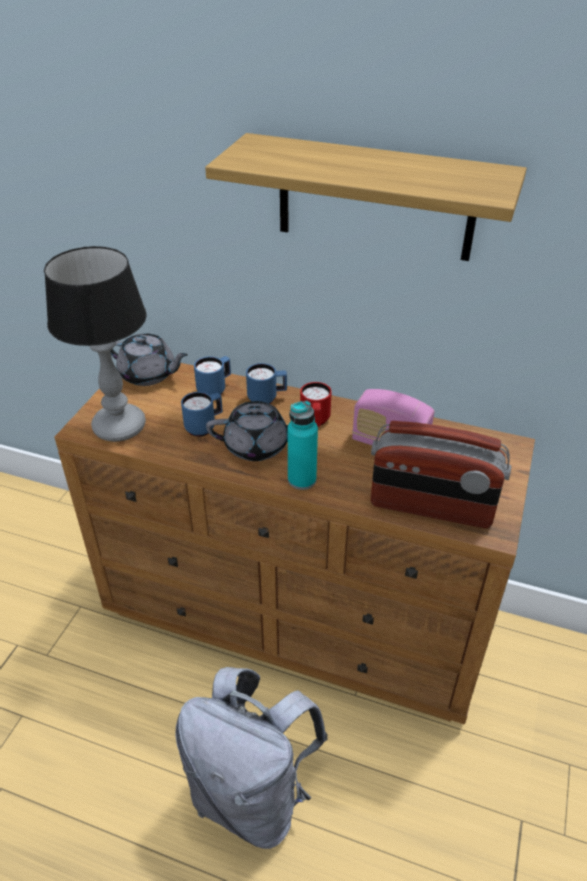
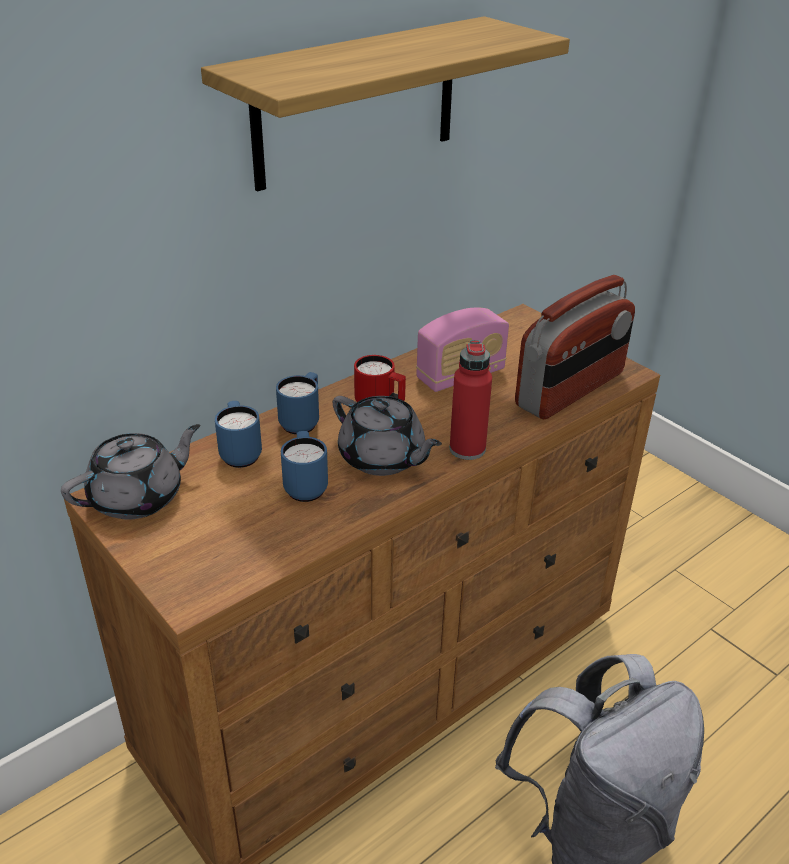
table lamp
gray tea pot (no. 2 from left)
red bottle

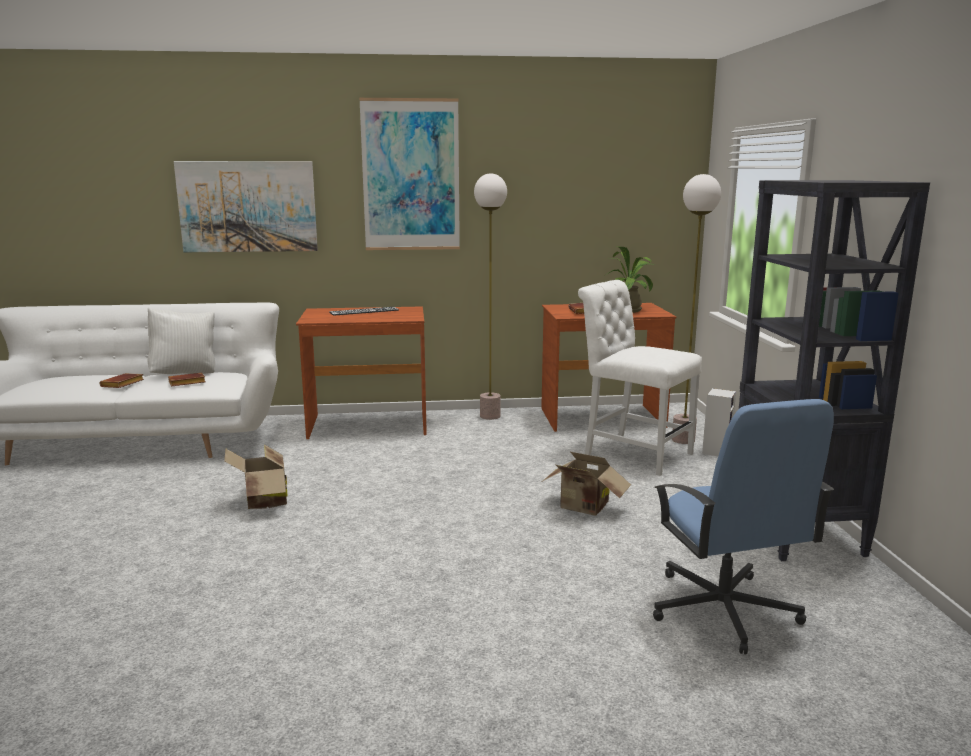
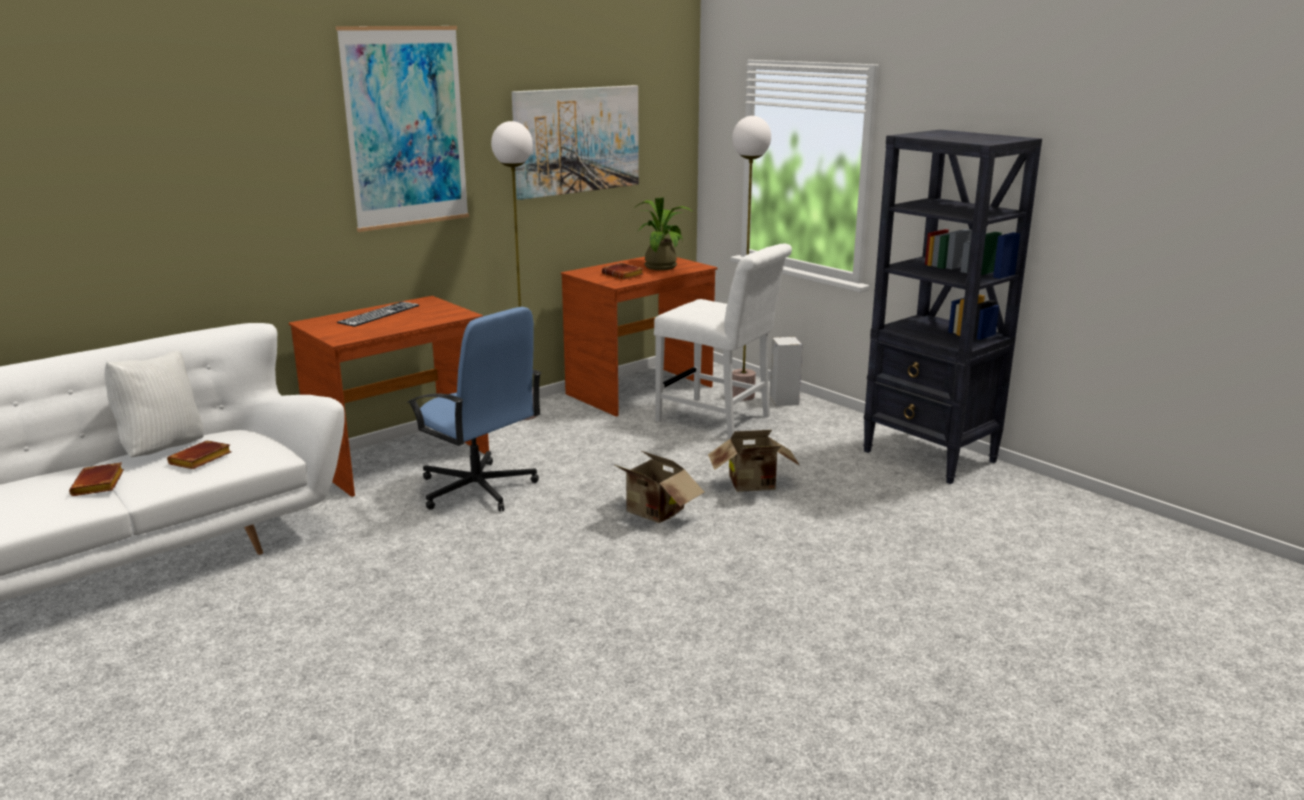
wall picture (no. 2 from left)
white plain chair
blue computer chair
cardboard box (no. 1 from left)

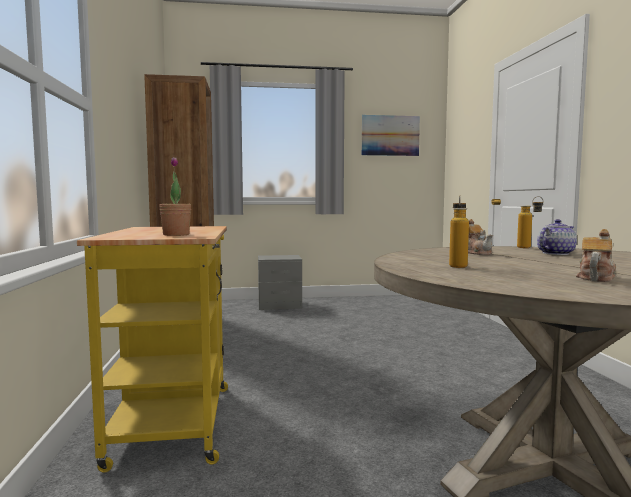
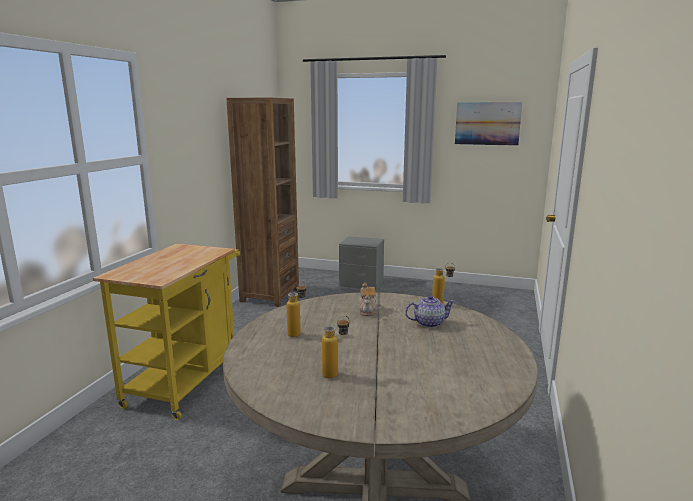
potted plant
bottle (no. 2 from left)

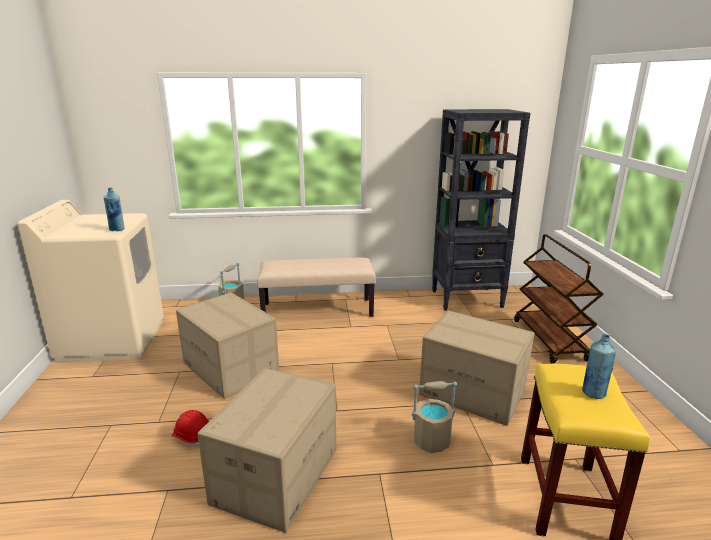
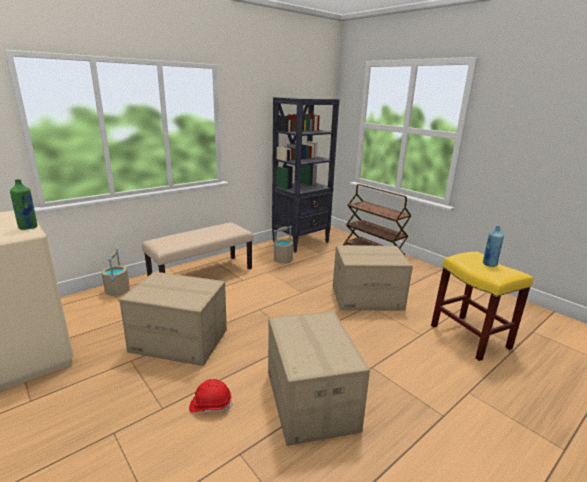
green bottle
sand-coloured pail (no. 2 from left)

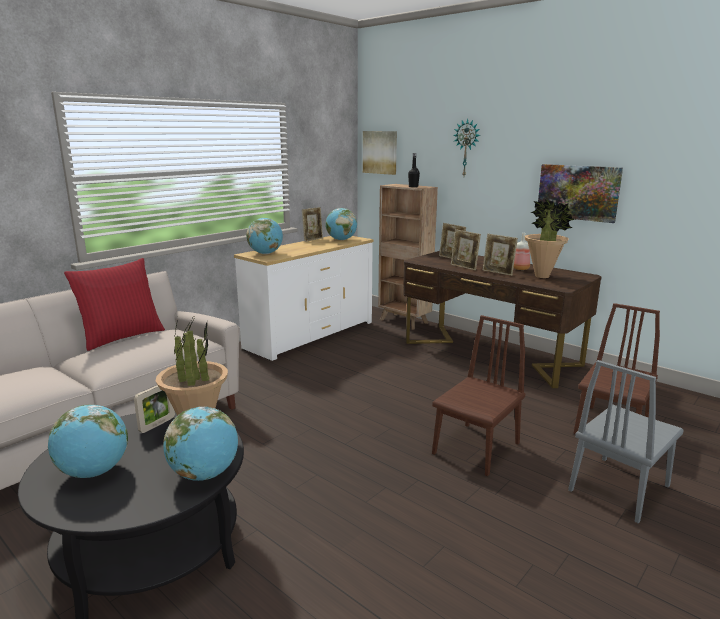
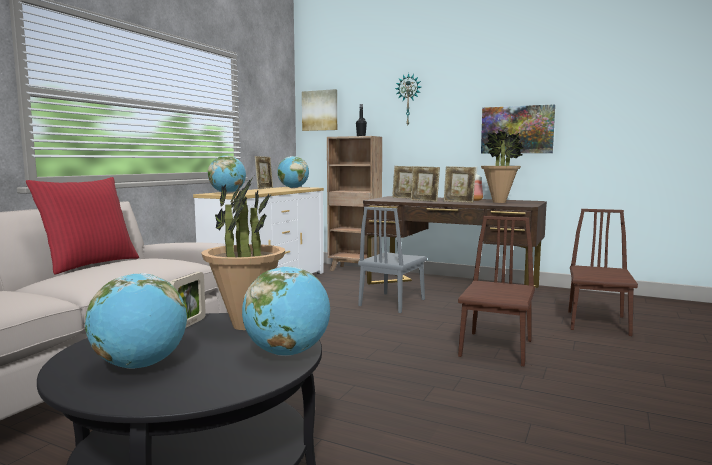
gray plain chair

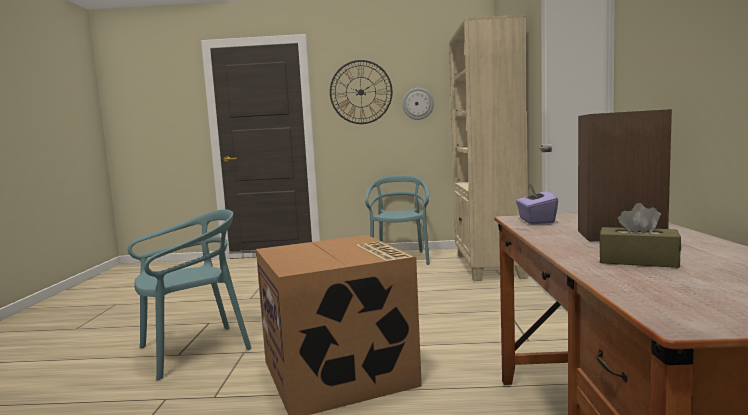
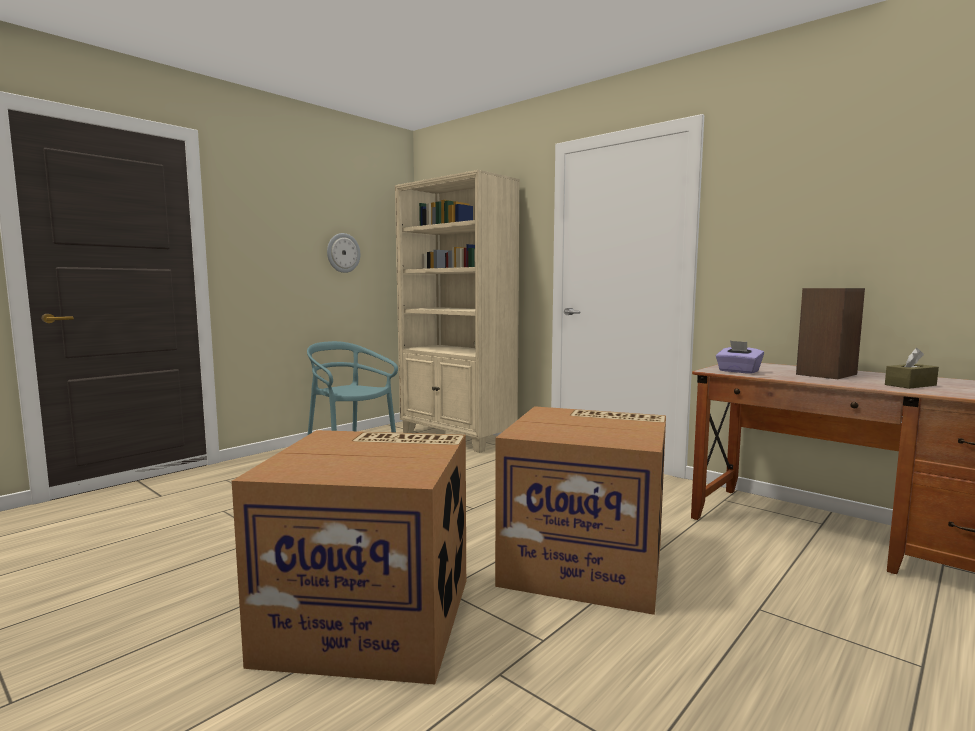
wall clock (no. 1 from left in the first image)
cardboard box (no. 1 from left)

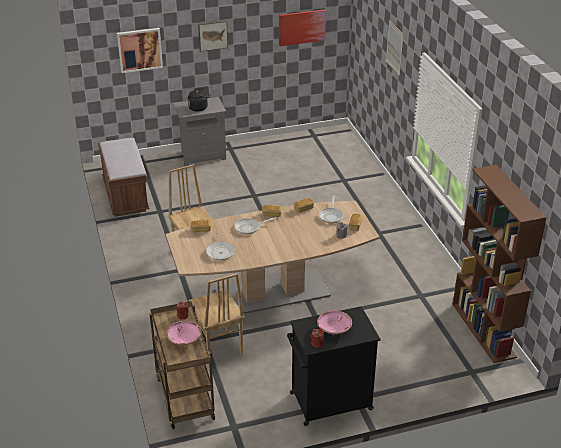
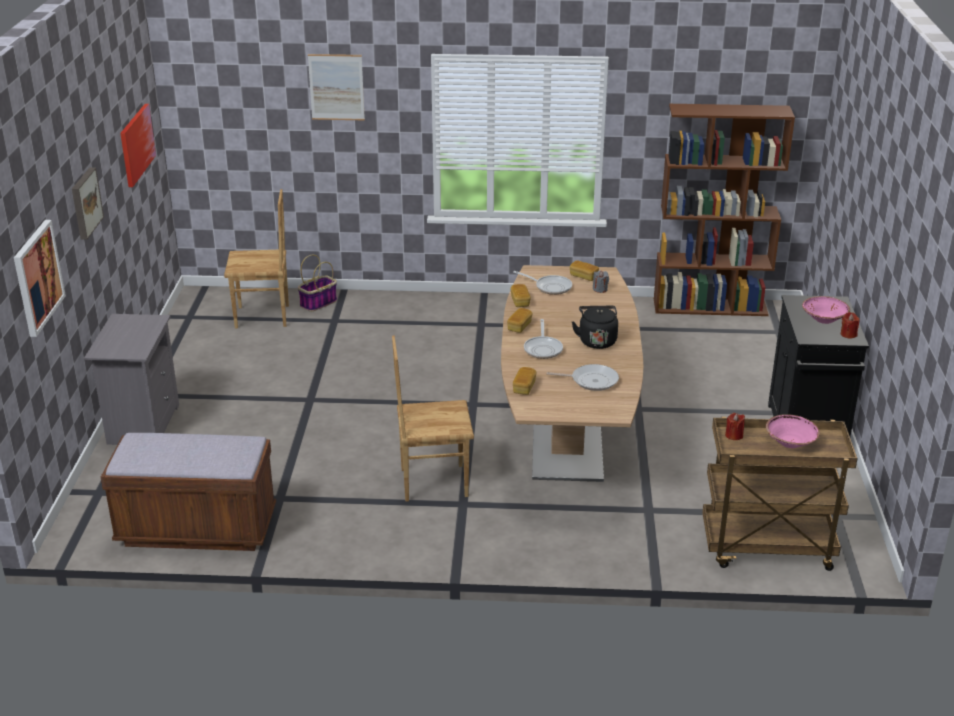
black-coloured water kettle
brownish plain chair (no. 1 from left)
storage basket

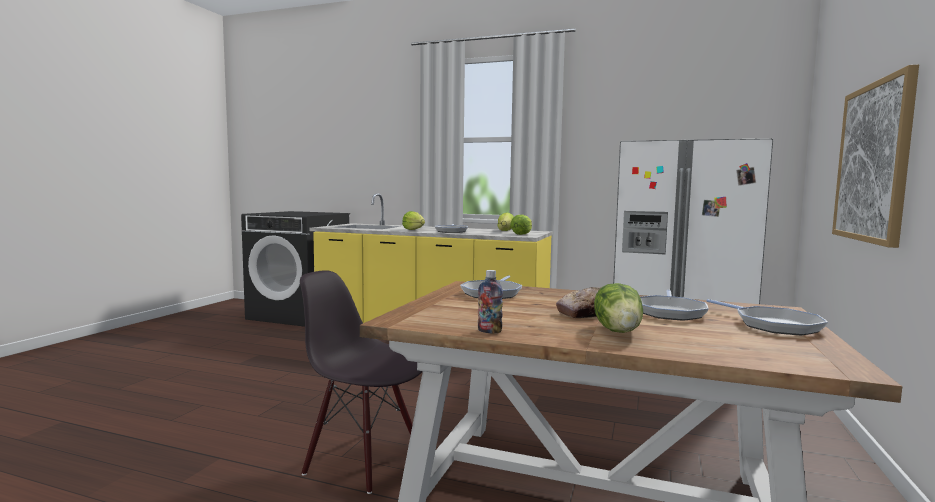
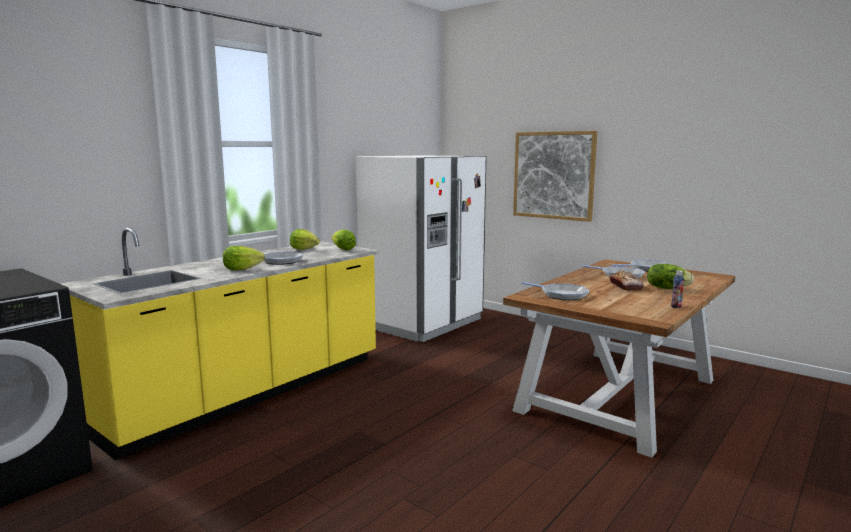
black-coloured plain chair

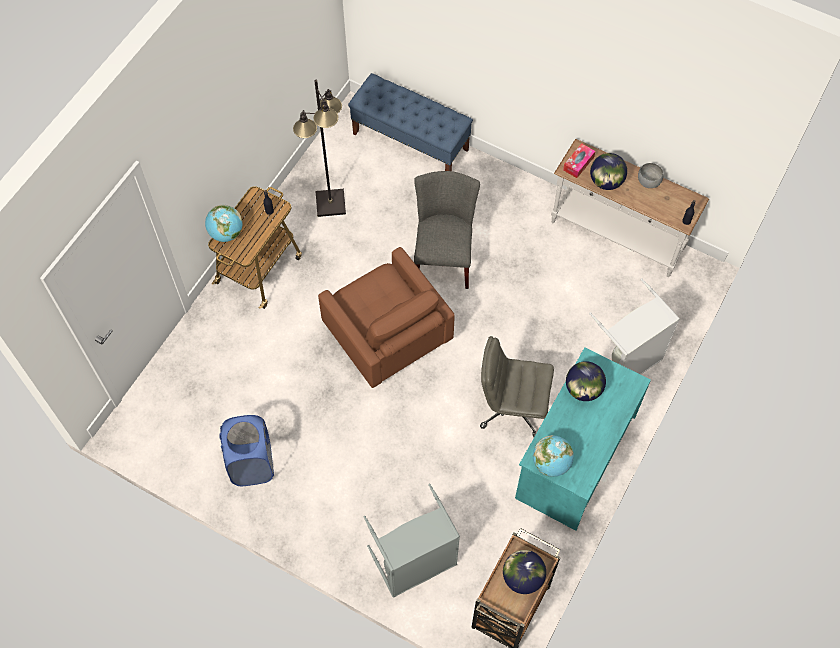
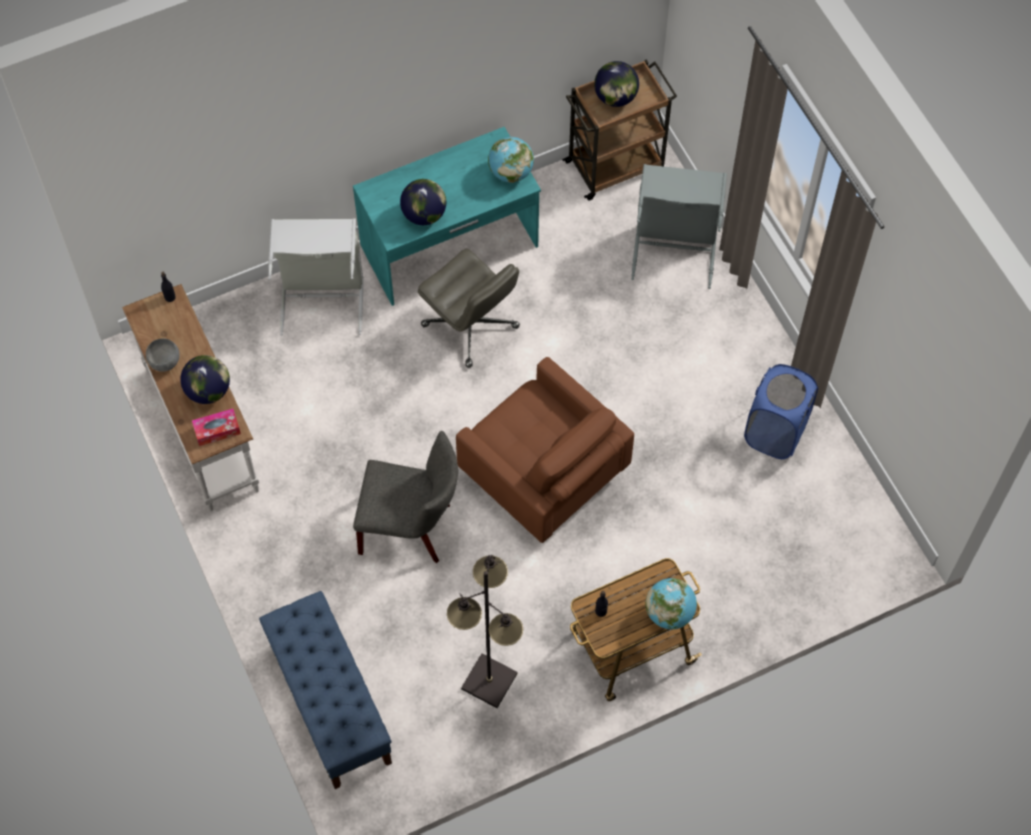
gray plain chair
brownish easy chair

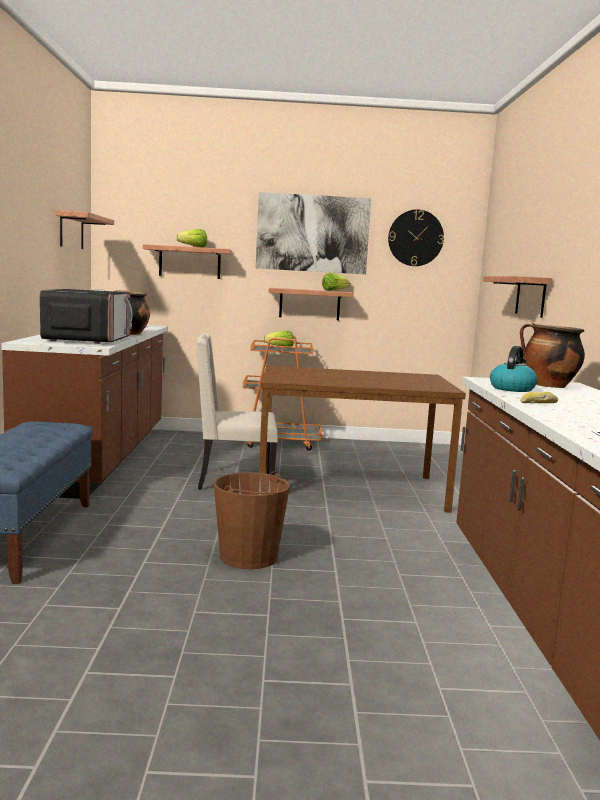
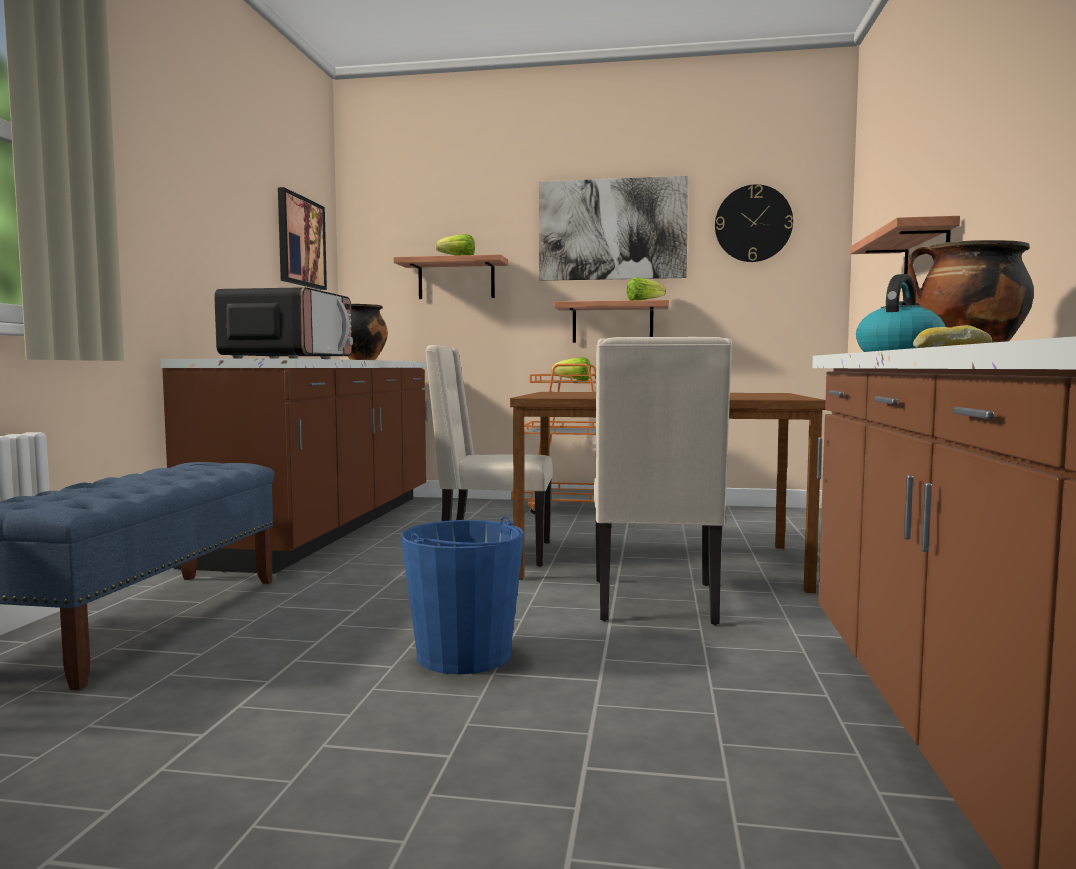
wall picture (no. 1 from left)
blue pail
sand-coloured plain chair (no. 2 from left)

